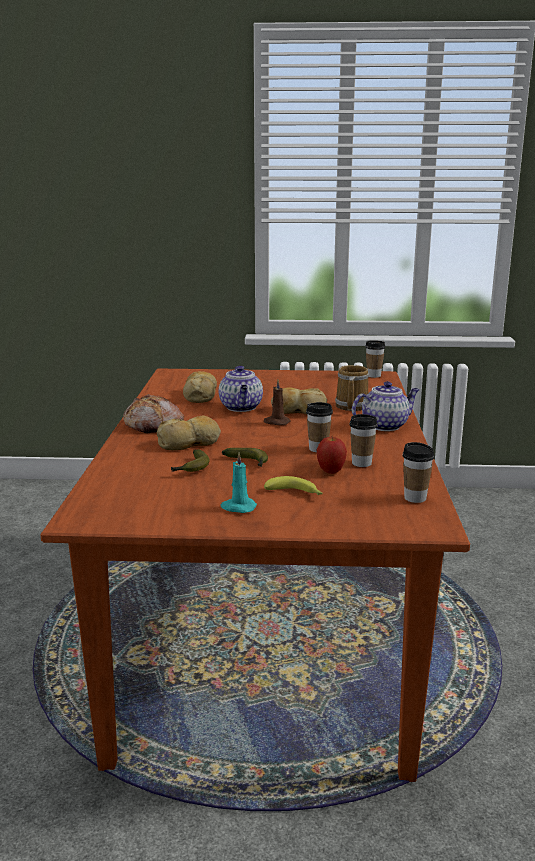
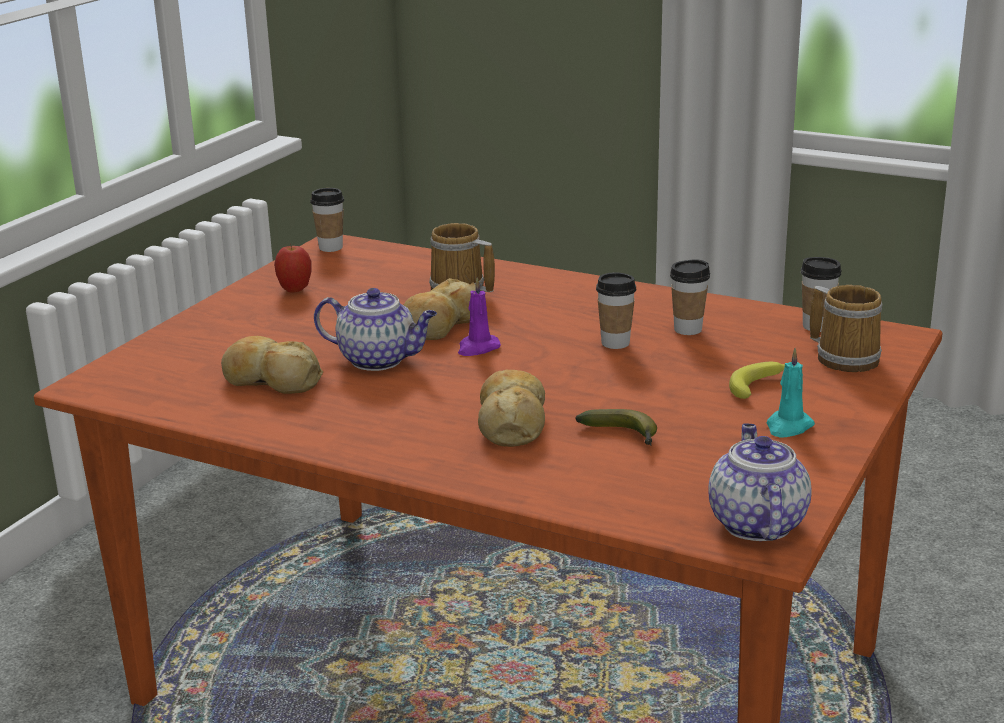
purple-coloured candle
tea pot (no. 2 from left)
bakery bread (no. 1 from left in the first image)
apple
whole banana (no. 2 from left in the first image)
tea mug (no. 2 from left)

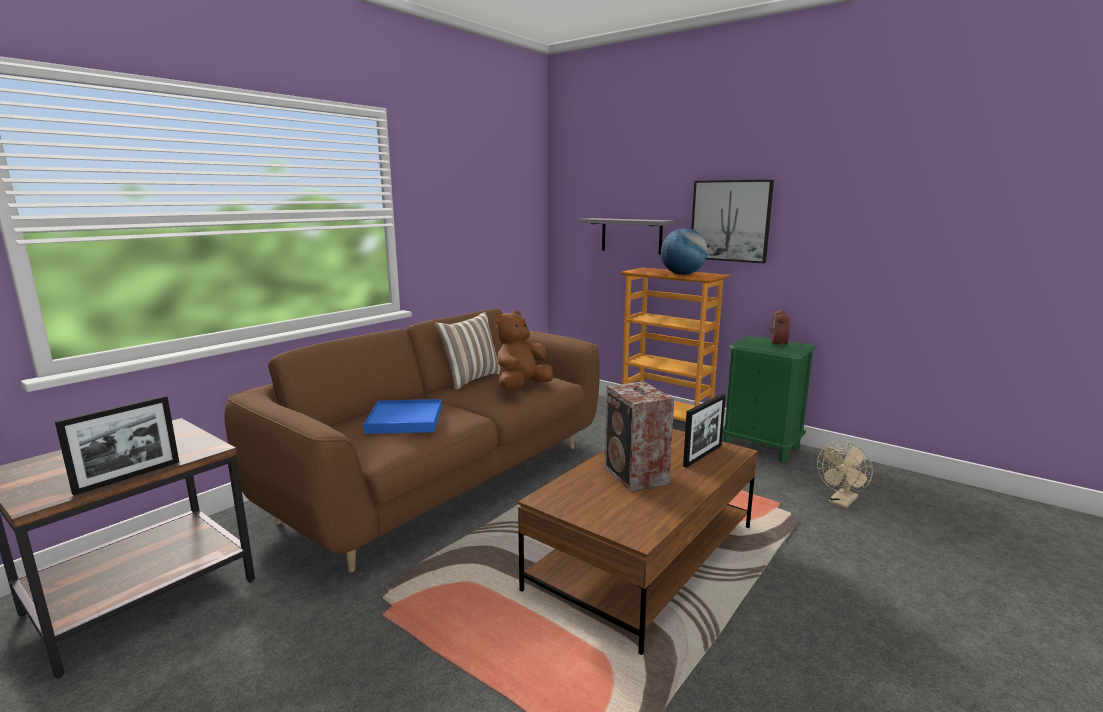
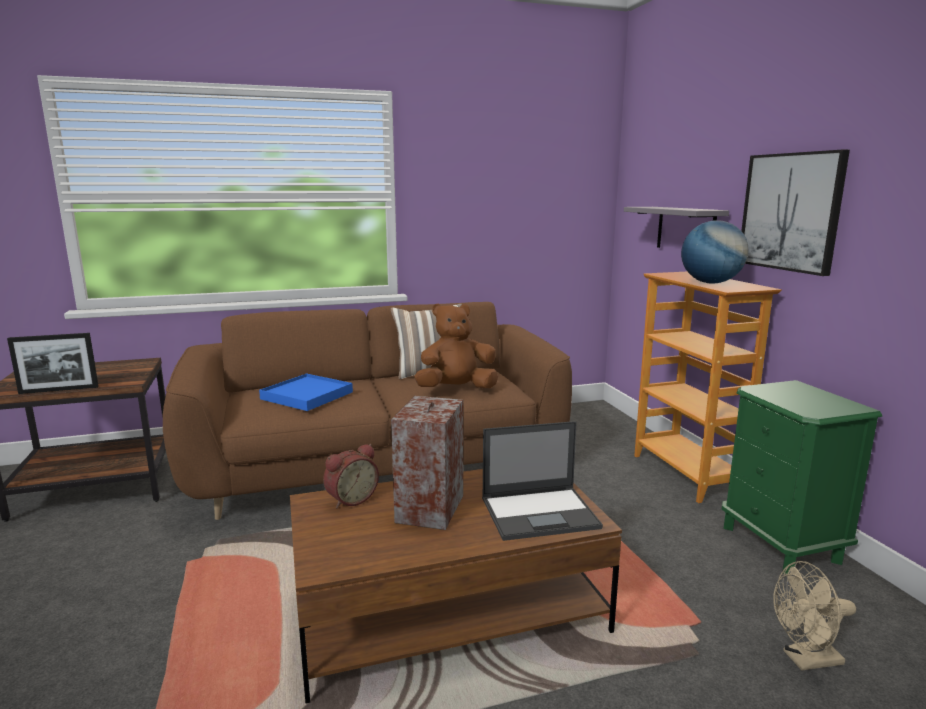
table clock
laptop

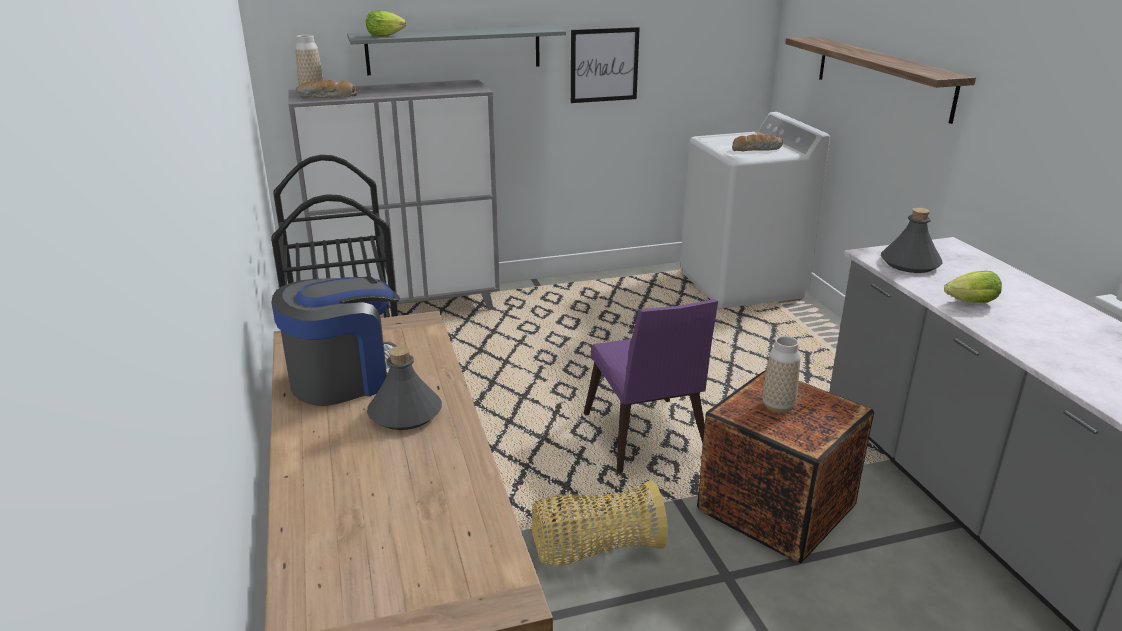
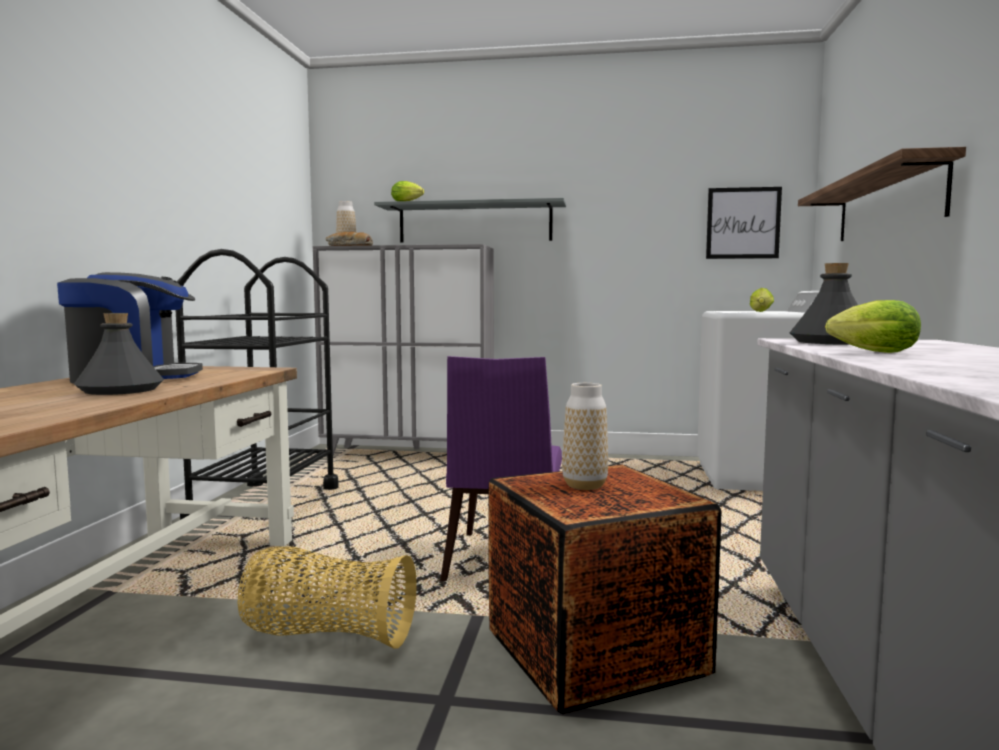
wall picture
lettuce (no. 2 from left)

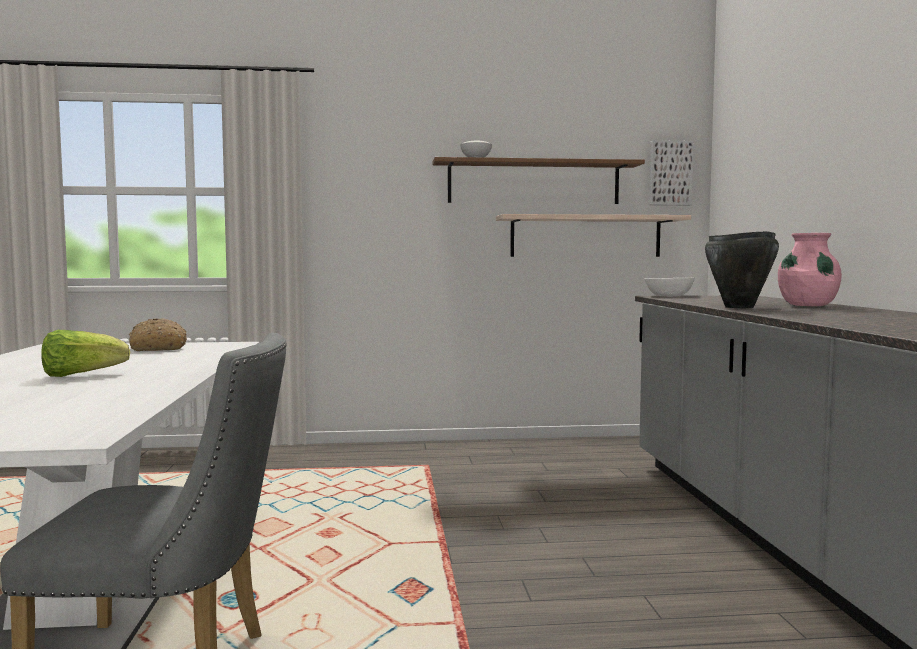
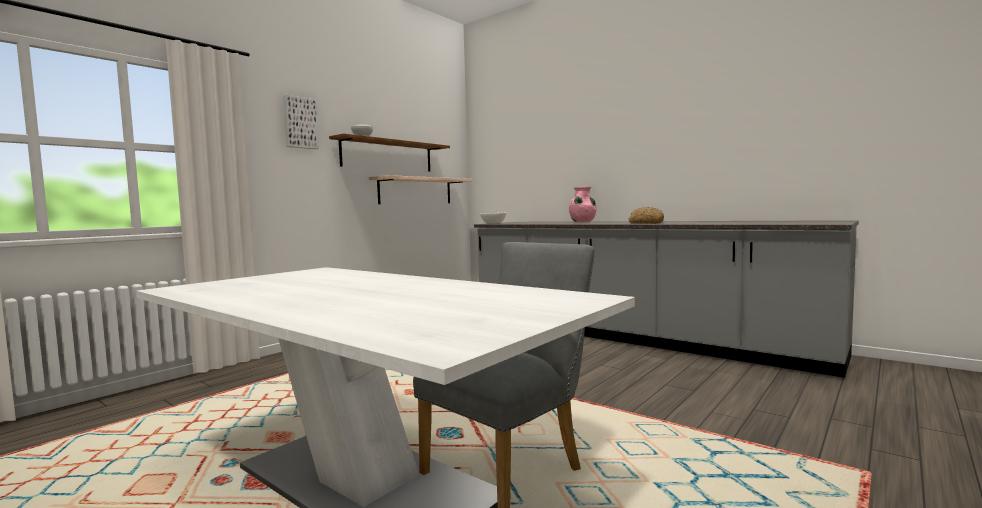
wall picture
black-coloured saucepot
bakery bread
lettuce

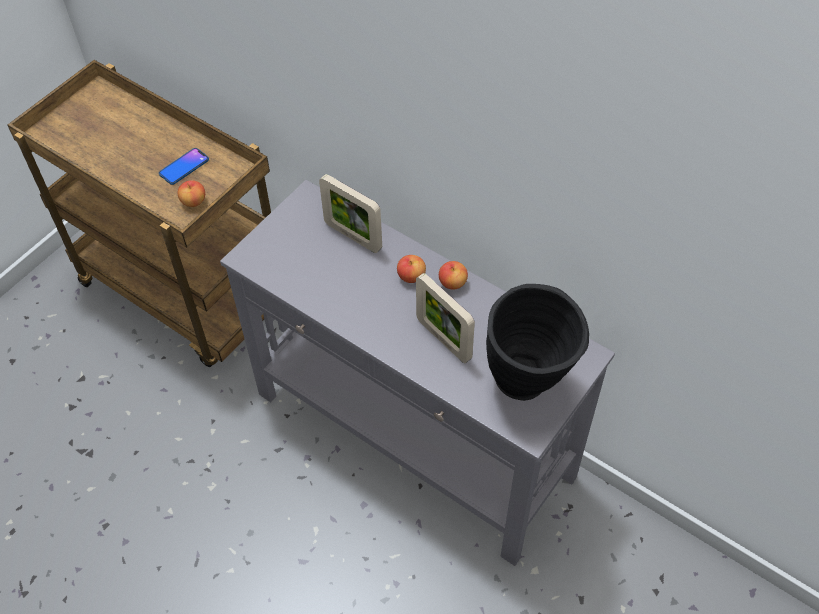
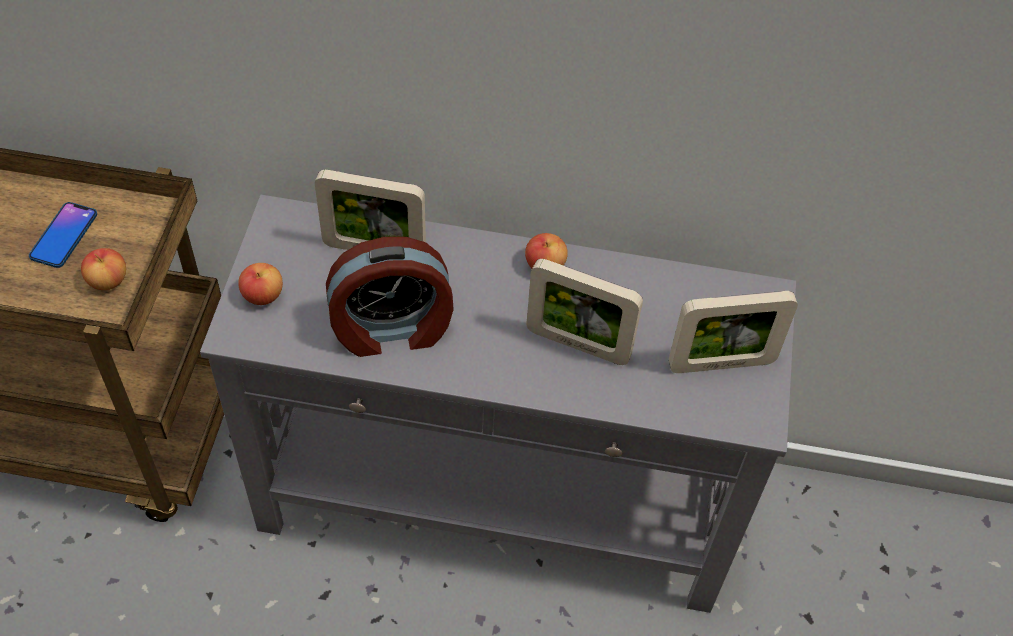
apple (no. 2 from left)
photo frame (no. 3 from left)
table clock

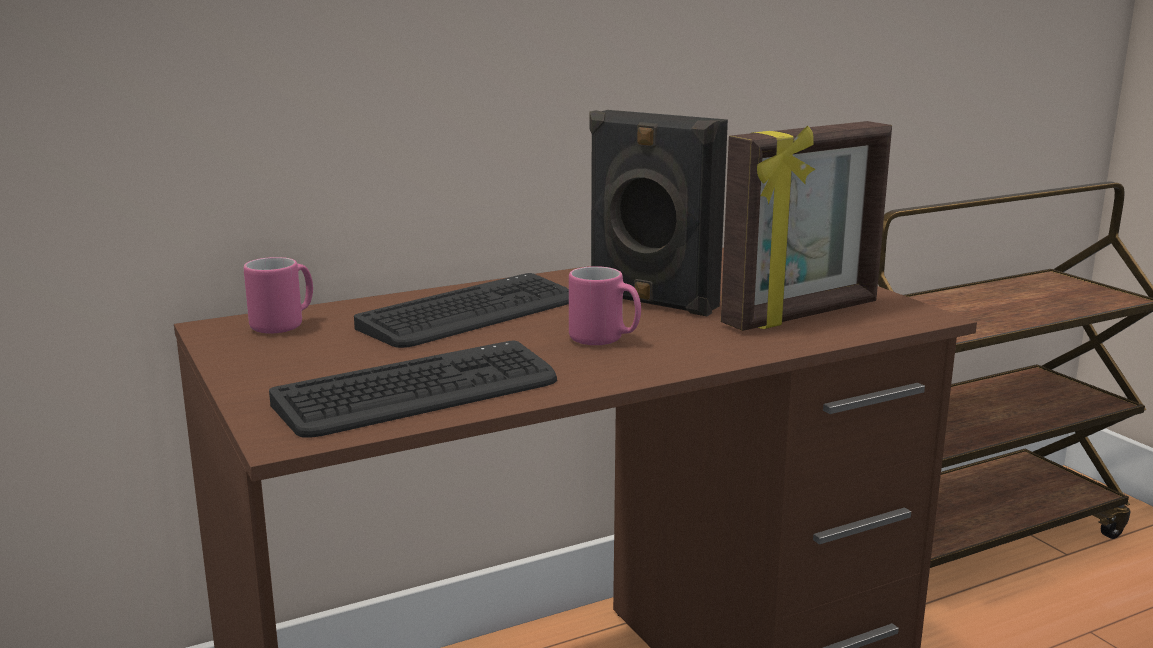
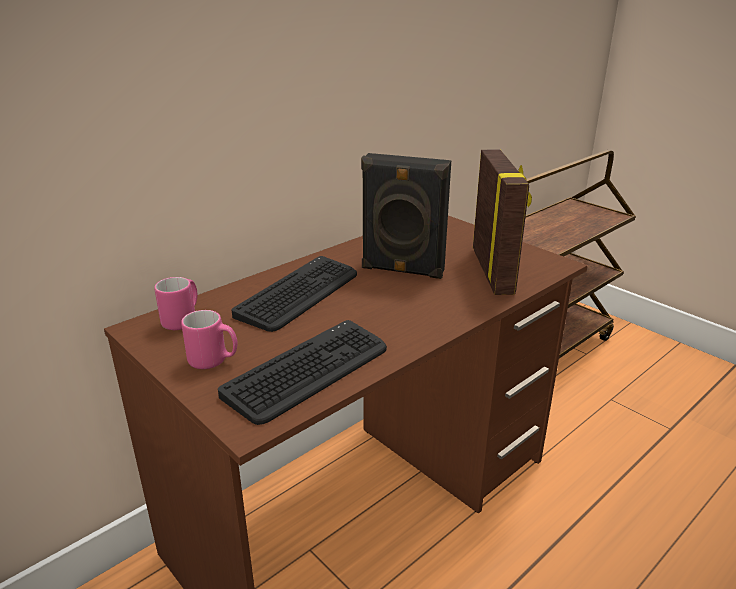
photo frame
pinkish tea mug (no. 2 from left)

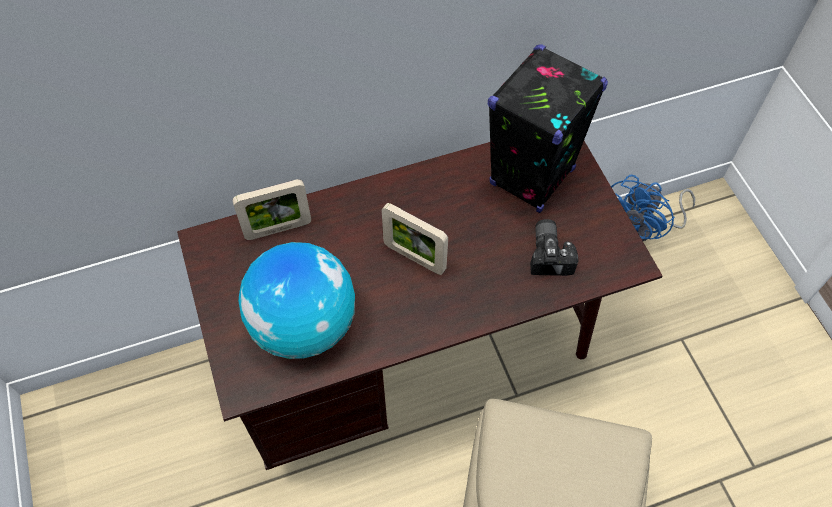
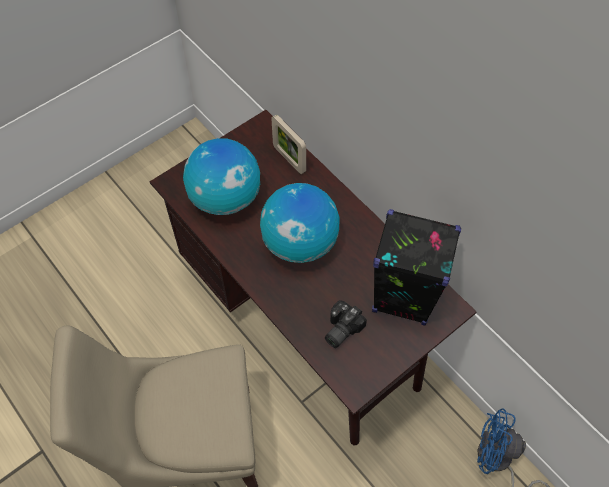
globe (no. 2 from left)
still camera

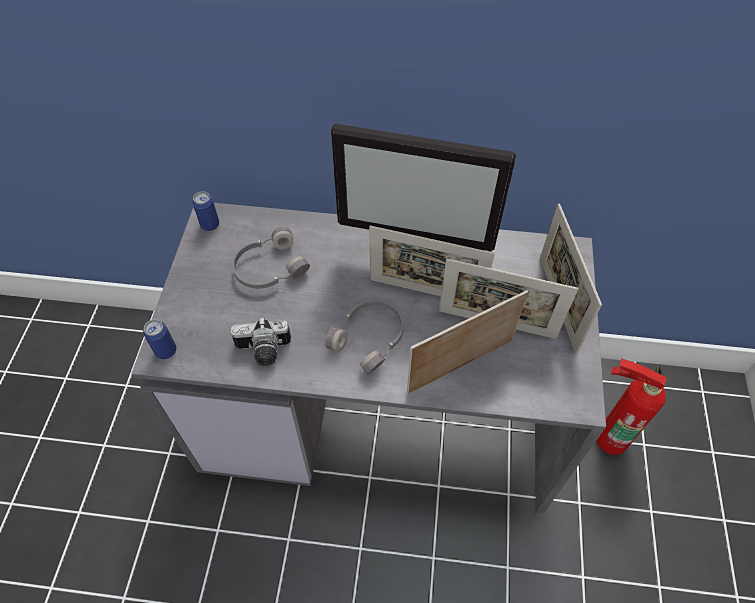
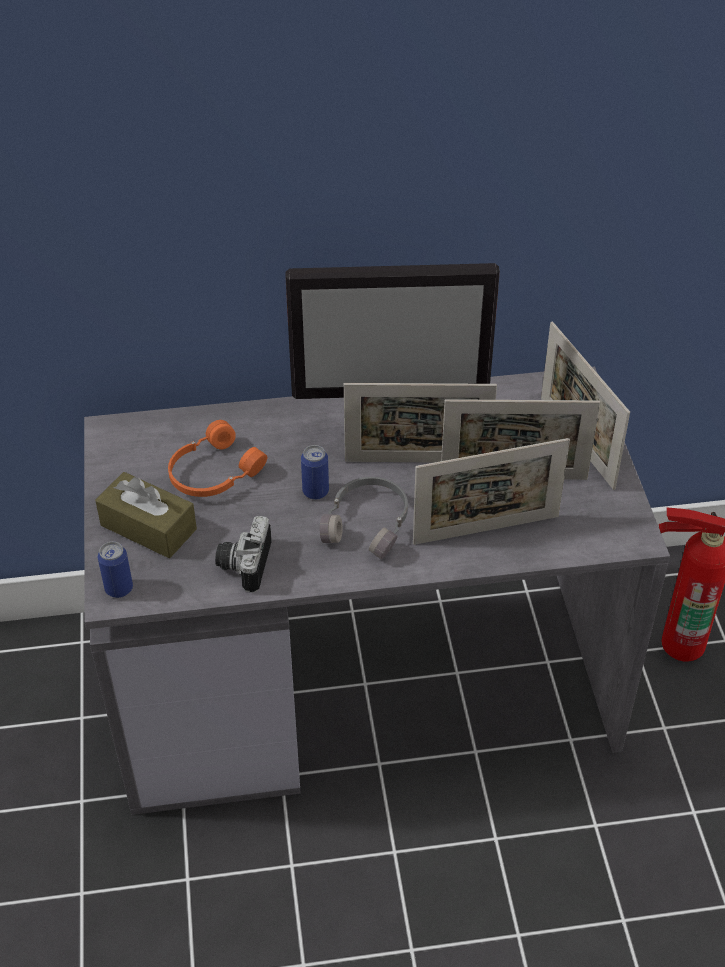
sealed can (no. 2 from left)
orange pair of headphones
photo frame (no. 2 from left)
still camera
brownish tissue box

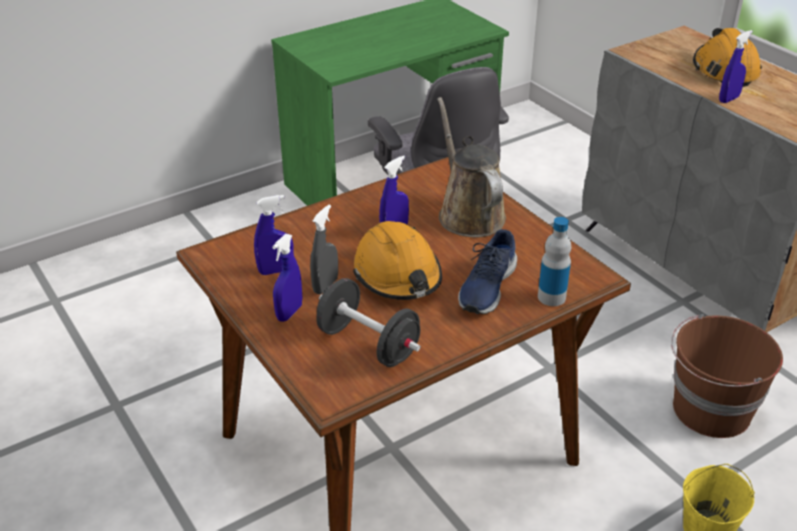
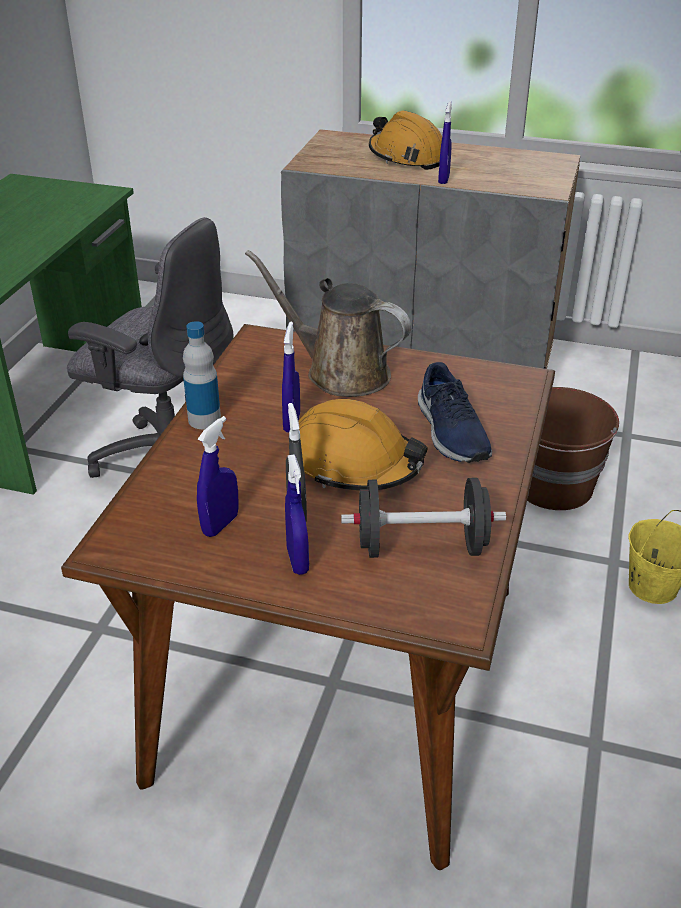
bottle

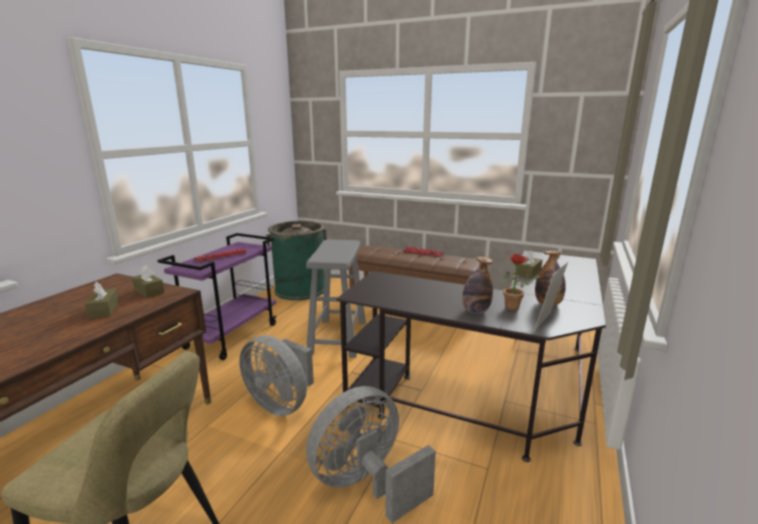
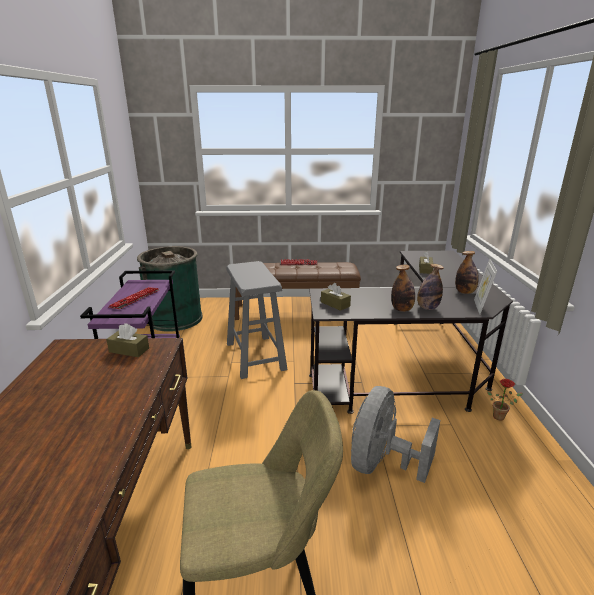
potted plant
brownish tissue box (no. 2 from left)
gray fan (no. 1 from left in the first image)
bottle (no. 1 from left)

